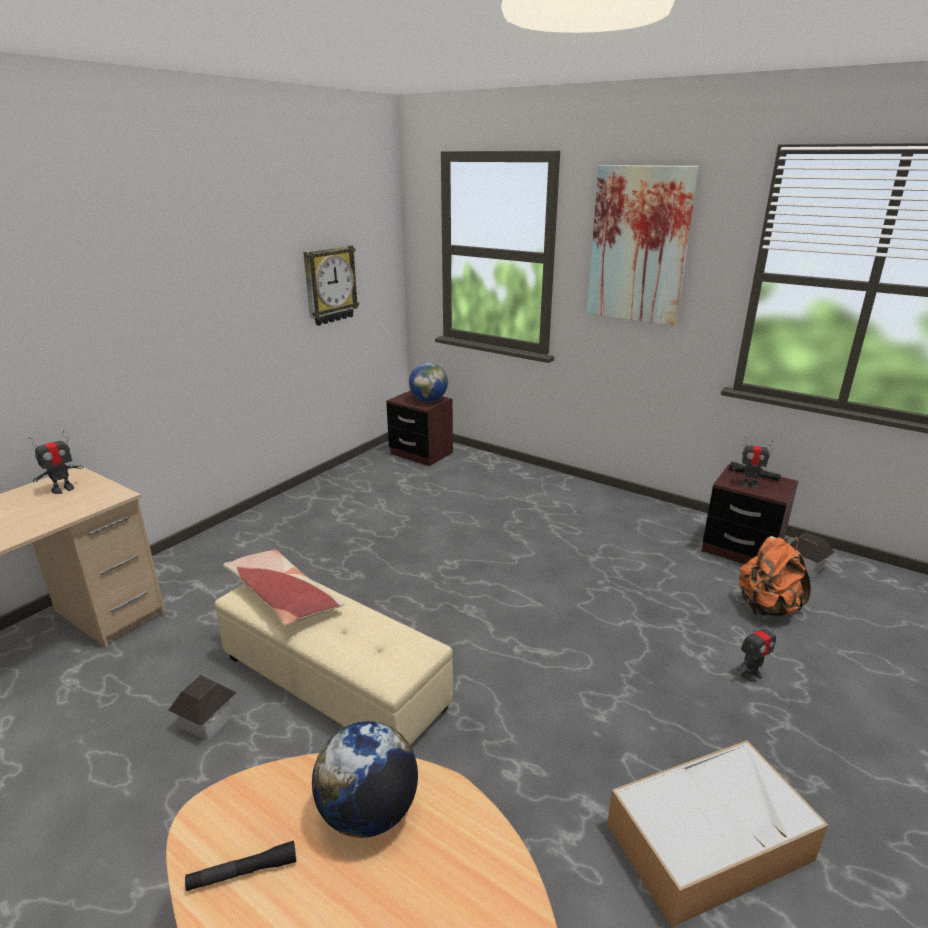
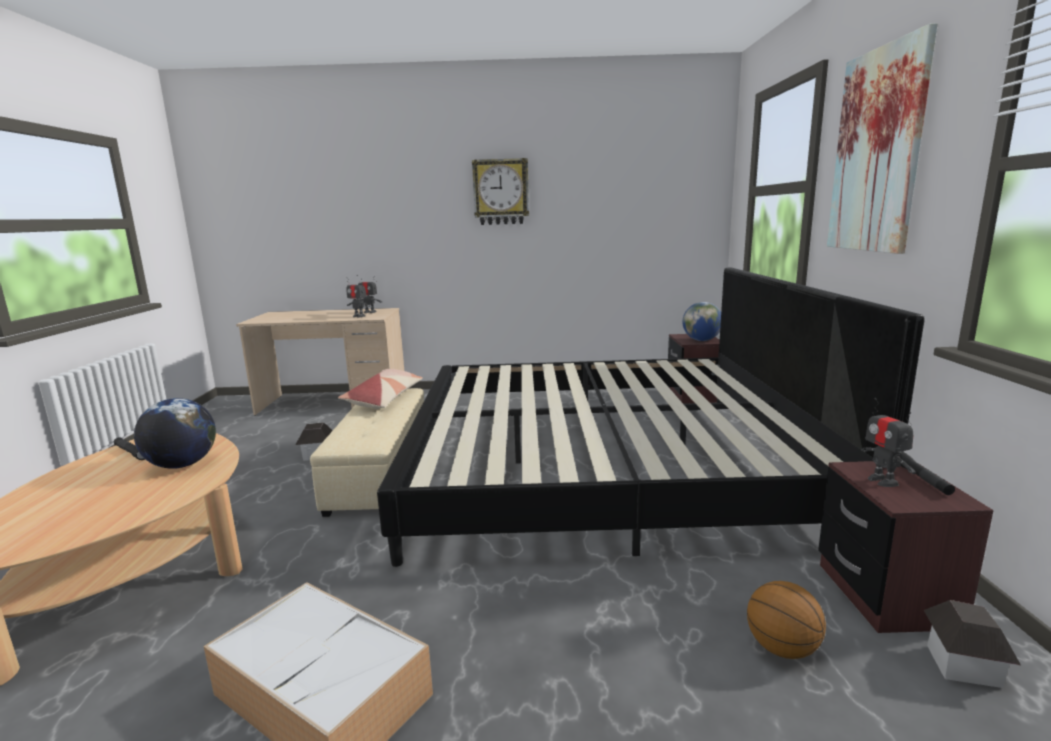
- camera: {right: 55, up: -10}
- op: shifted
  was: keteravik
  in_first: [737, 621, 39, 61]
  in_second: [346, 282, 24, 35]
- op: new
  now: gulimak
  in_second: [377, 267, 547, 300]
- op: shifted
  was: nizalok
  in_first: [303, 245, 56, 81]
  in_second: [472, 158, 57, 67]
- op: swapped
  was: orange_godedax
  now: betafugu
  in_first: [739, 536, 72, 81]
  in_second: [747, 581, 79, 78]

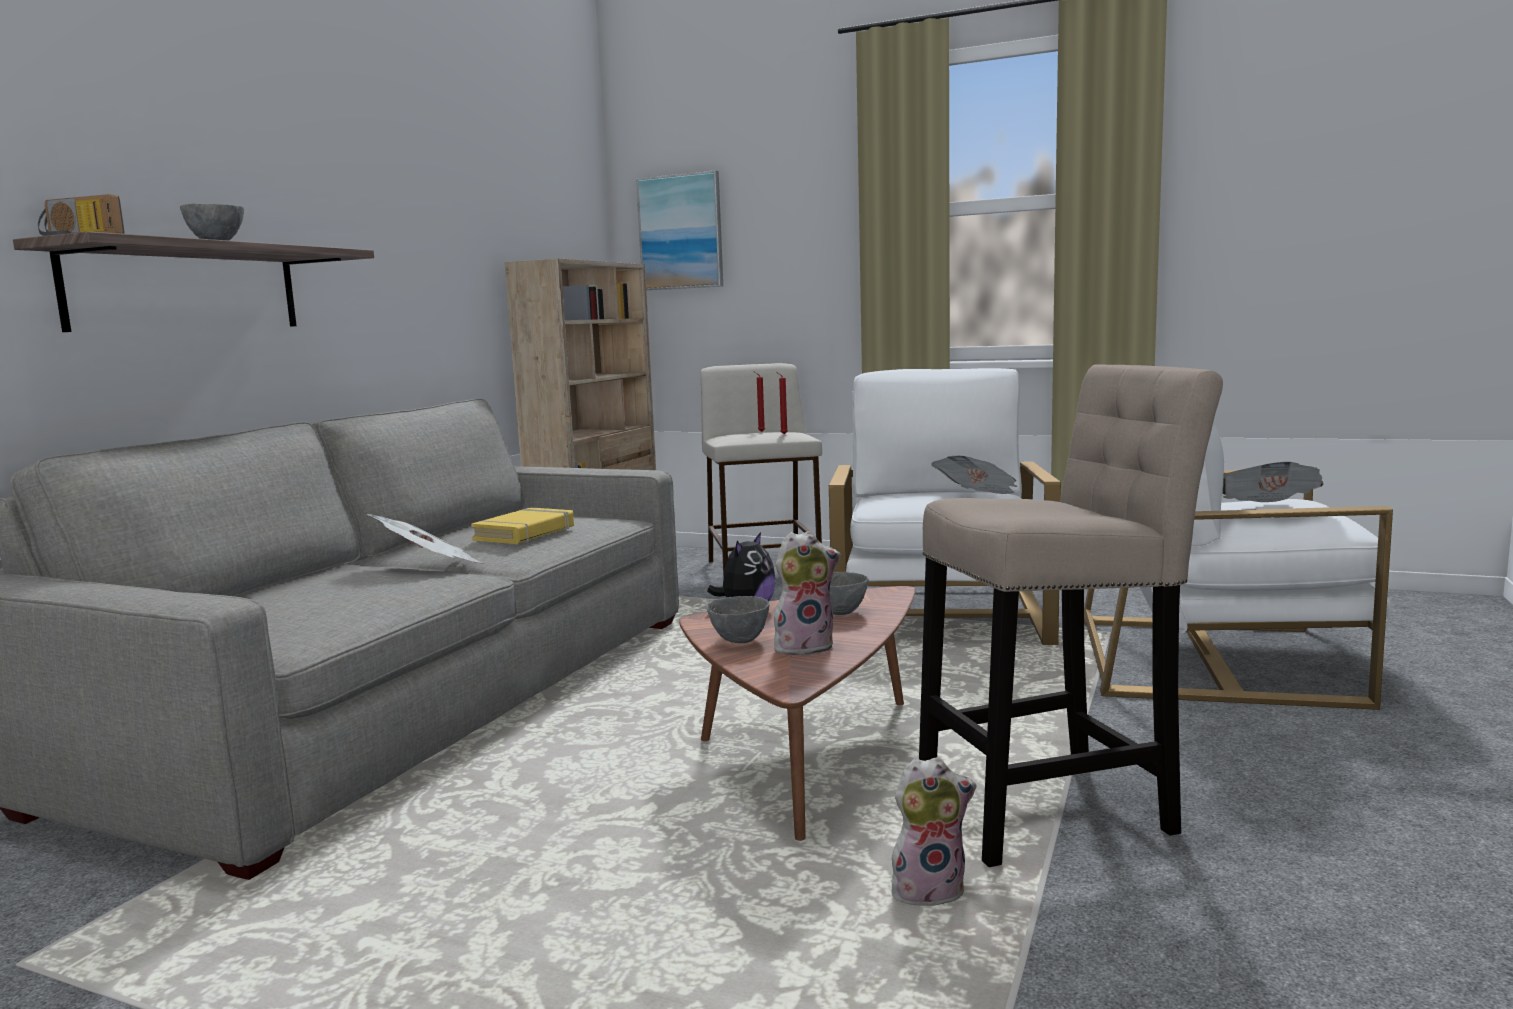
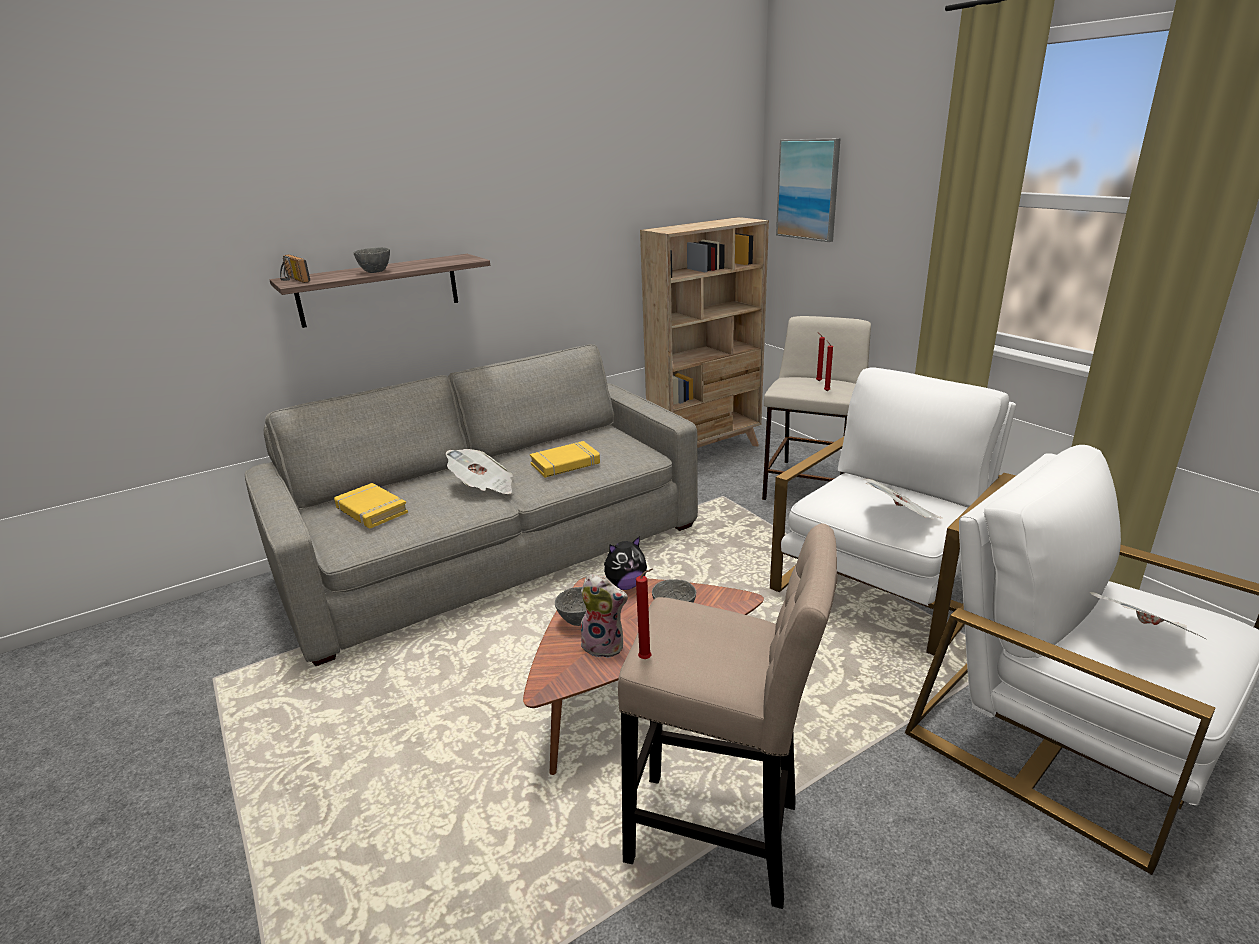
- camera: {right: 35, up: 15}
- op: new
  now: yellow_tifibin
  in_second: [334, 483, 74, 45]
- op: new
  now: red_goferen
  in_second: [636, 568, 17, 91]
- op: gone
  was: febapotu
  in_first: [892, 757, 84, 149]

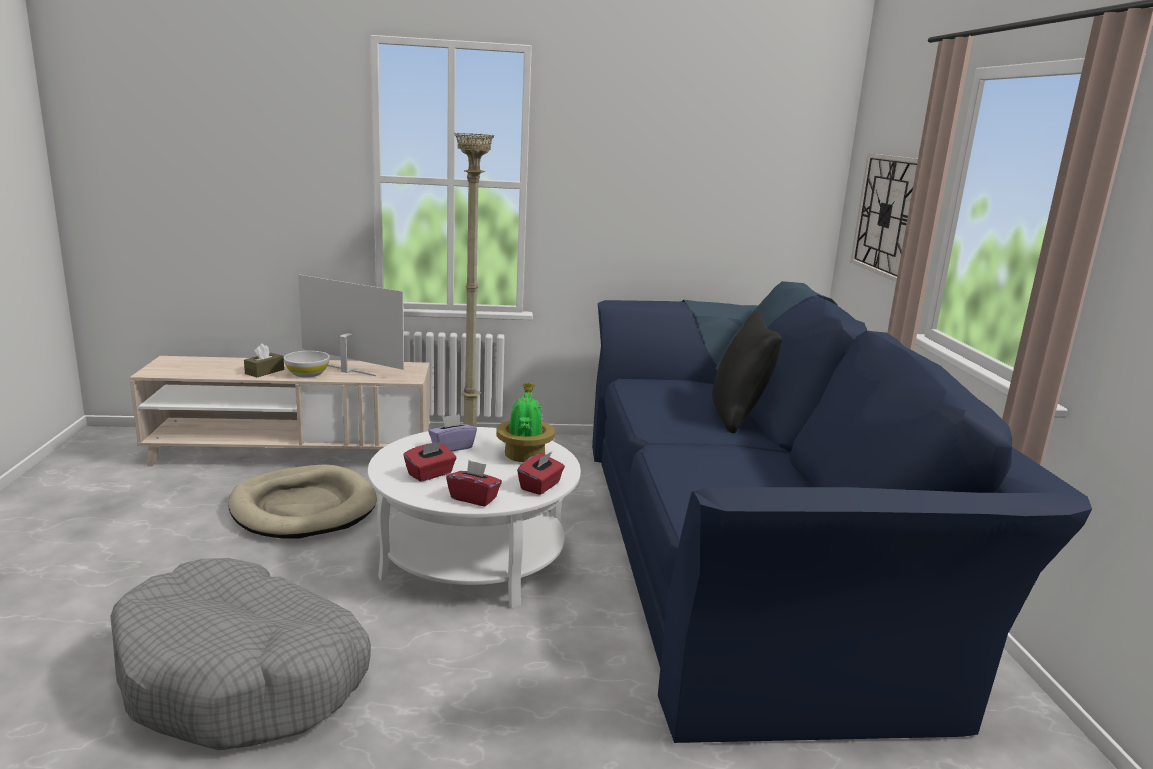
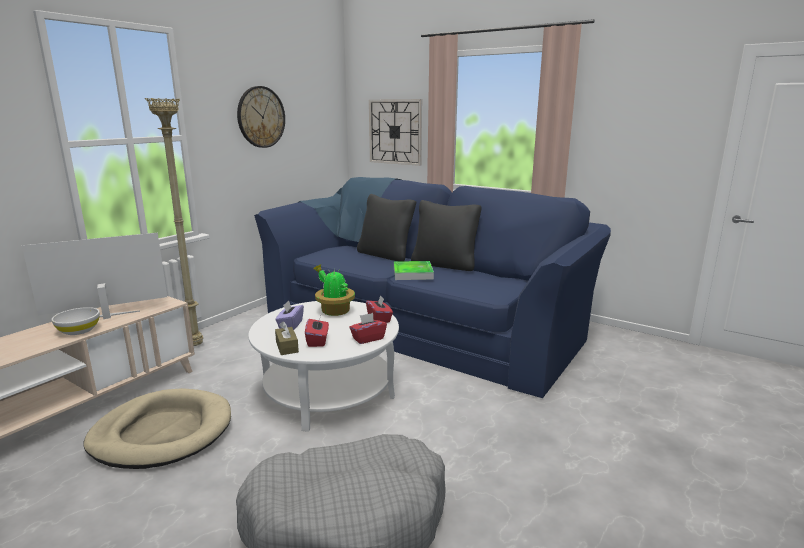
- camera: {right: -50, up: 0}
- op: new
  now: nizalok
  in_second: [237, 86, 48, 62]
- op: shifted
  was: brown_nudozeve
  in_first: [244, 343, 40, 34]
  in_second: [275, 321, 24, 34]
- op: new
  now: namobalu
  in_second: [394, 261, 40, 19]
- op: new
  now: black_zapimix
  in_second: [411, 200, 71, 71]

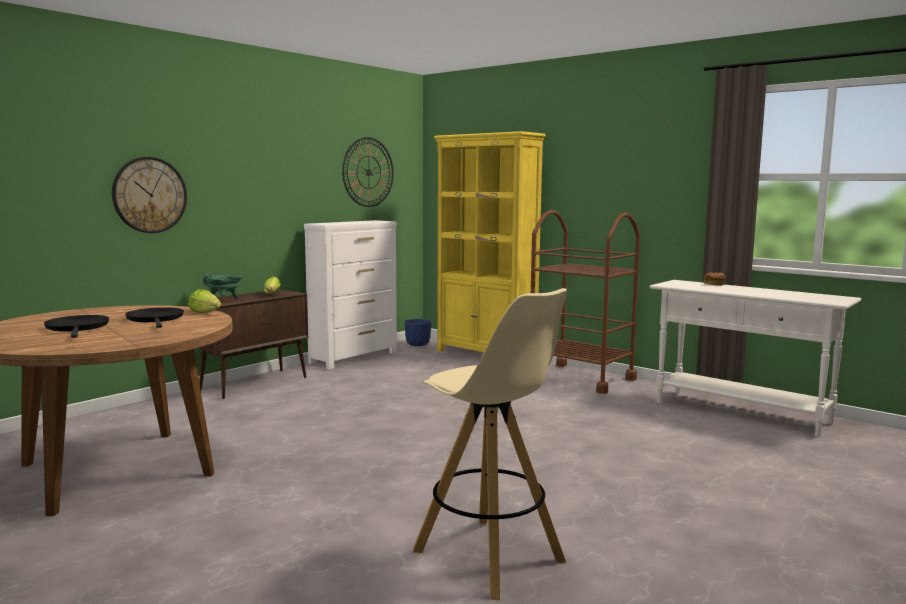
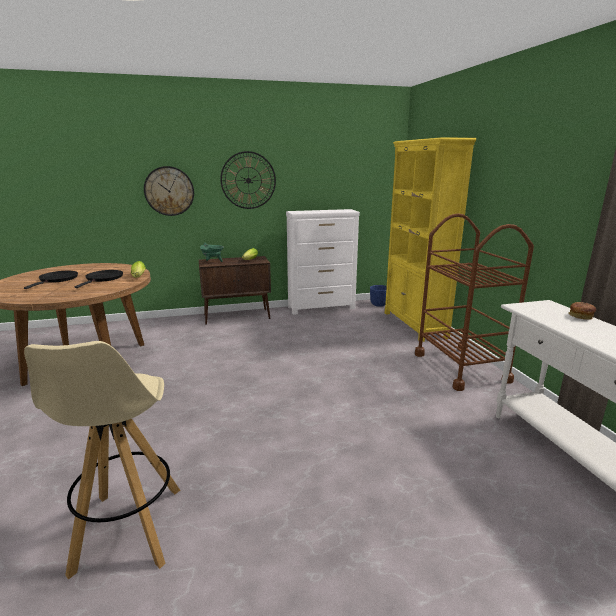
- camera: {right: 35, up: 10}
- op: shifted
  was: nizalok
  in_first: [342, 137, 52, 70]
  in_second: [220, 151, 56, 58]

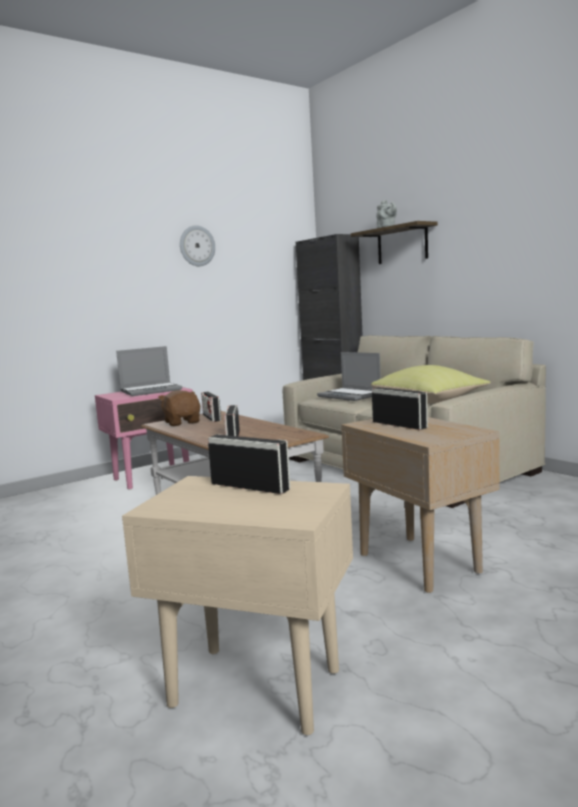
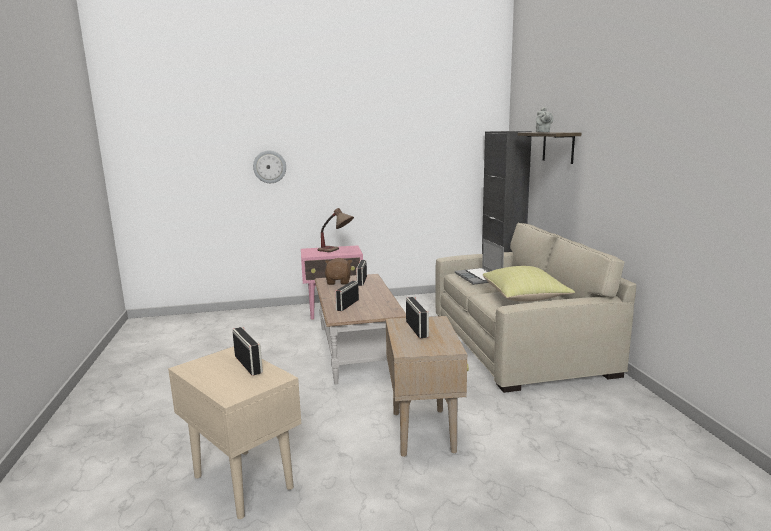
- camera: {right: 25, up: 5}
- op: shifted
  was: nizalok
  in_first: [180, 225, 35, 41]
  in_second: [253, 151, 33, 32]
- op: swapped
  was: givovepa
  now: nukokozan
  in_first: [116, 346, 66, 50]
  in_second: [318, 208, 36, 44]

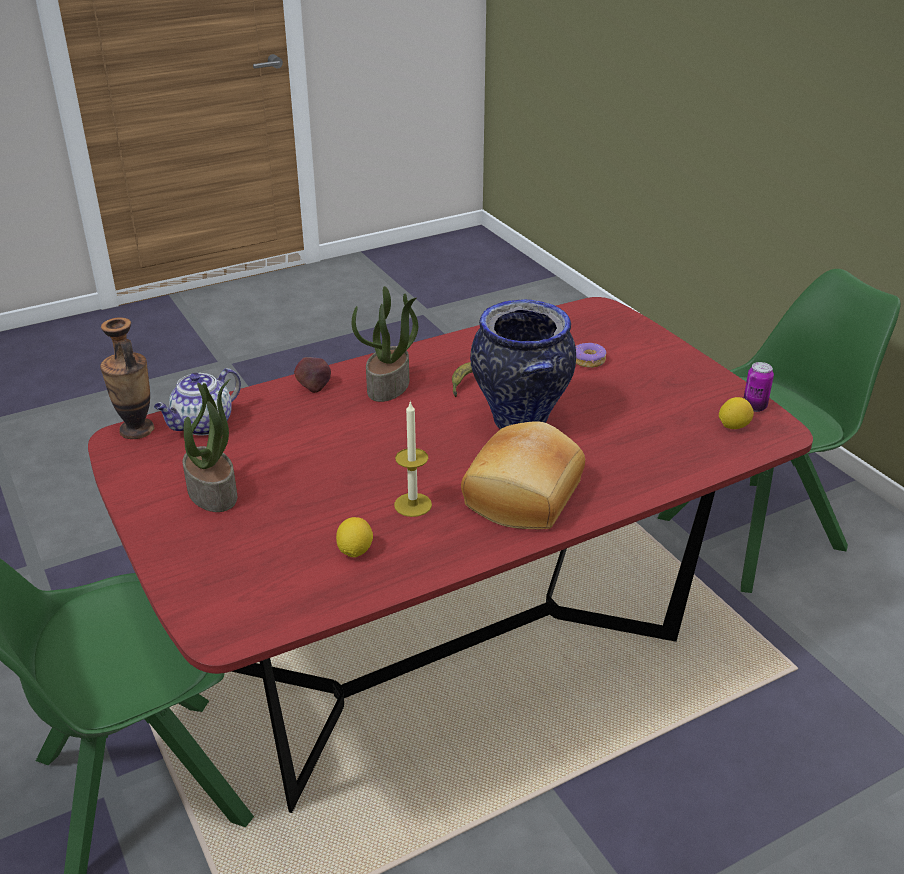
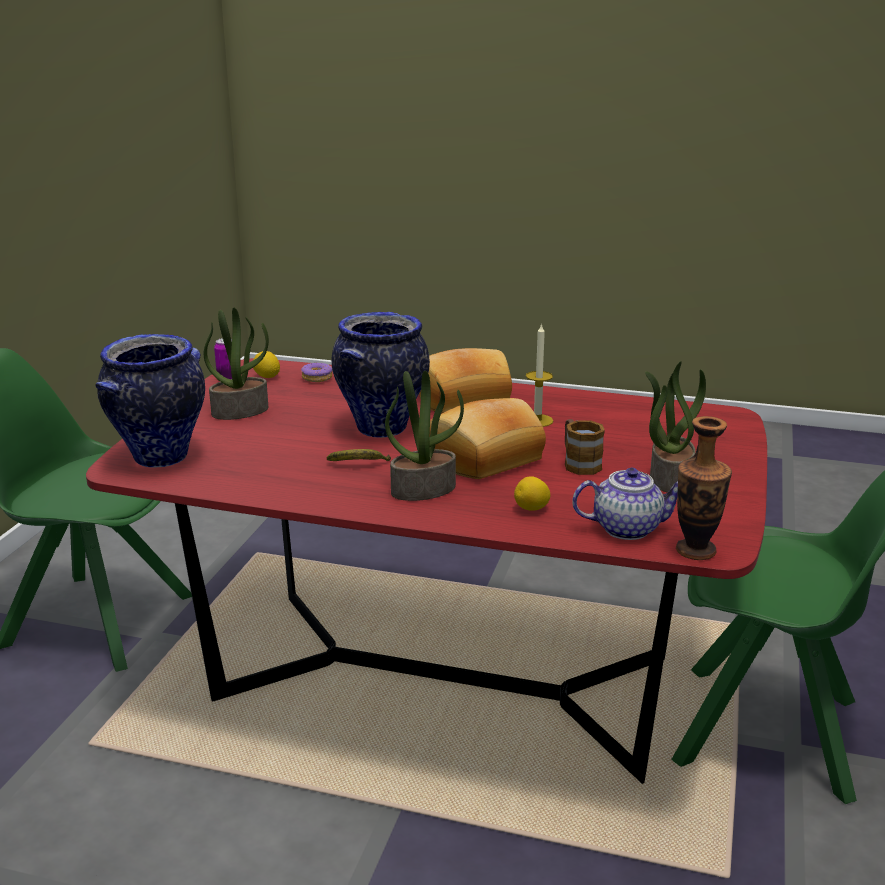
- camera: {right: -135, up: -10}
- op: new
  now: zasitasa
  in_second: [95, 334, 110, 134]
- op: new
  now: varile
  in_second: [204, 308, 65, 112]
- op: shifted
  was: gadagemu
  in_first: [575, 343, 31, 25]
  in_second: [301, 362, 31, 20]
- op: new
  now: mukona
  in_second: [430, 398, 116, 81]
- op: shifted
  was: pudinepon
  in_first: [336, 517, 37, 40]
  in_second: [514, 476, 36, 35]
- op: new
  now: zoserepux
  in_second: [565, 419, 40, 56]
- op: gone
  was: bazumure
  in_first: [294, 357, 37, 36]

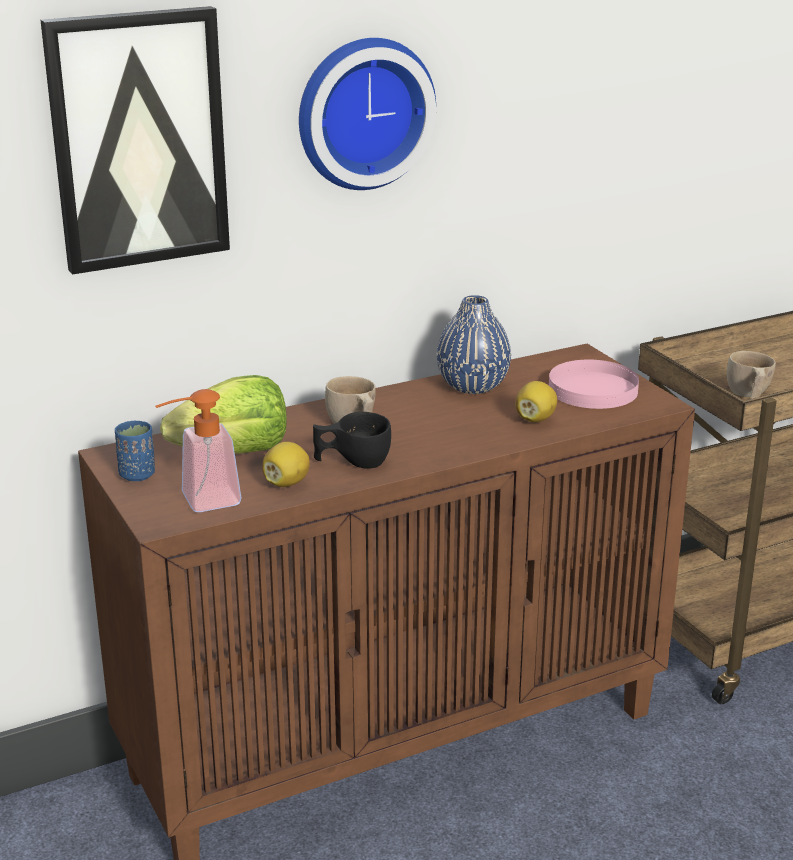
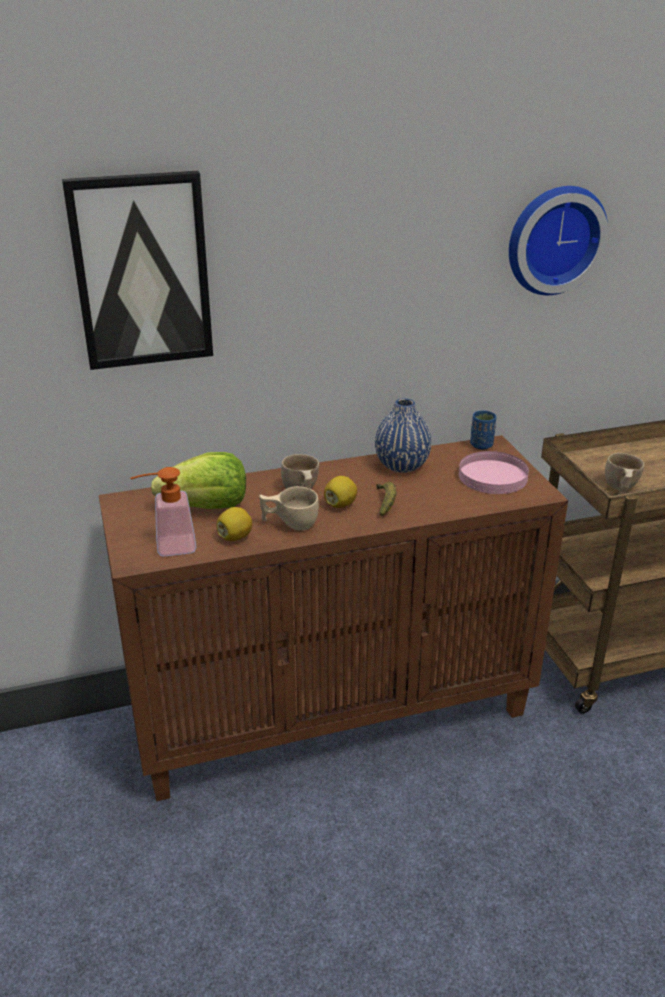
- camera: {right: 10, up: 5}
- op: repainted
  was: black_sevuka
  now: beige_sevuka
  in_first: [313, 412, 78, 57]
  in_second: [259, 486, 60, 45]
- op: shifted
  was: pudinepon
  in_first: [515, 381, 42, 41]
  in_second: [324, 476, 33, 32]
- op: new
  now: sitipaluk
  in_second: [376, 482, 20, 34]
- op: shifted
  was: blue_sevuka
  in_first: [115, 421, 40, 60]
  in_second: [470, 411, 26, 38]
- op: shifted
  was: nizalok
  in_first: [299, 38, 137, 152]
  in_second: [509, 186, 99, 109]

